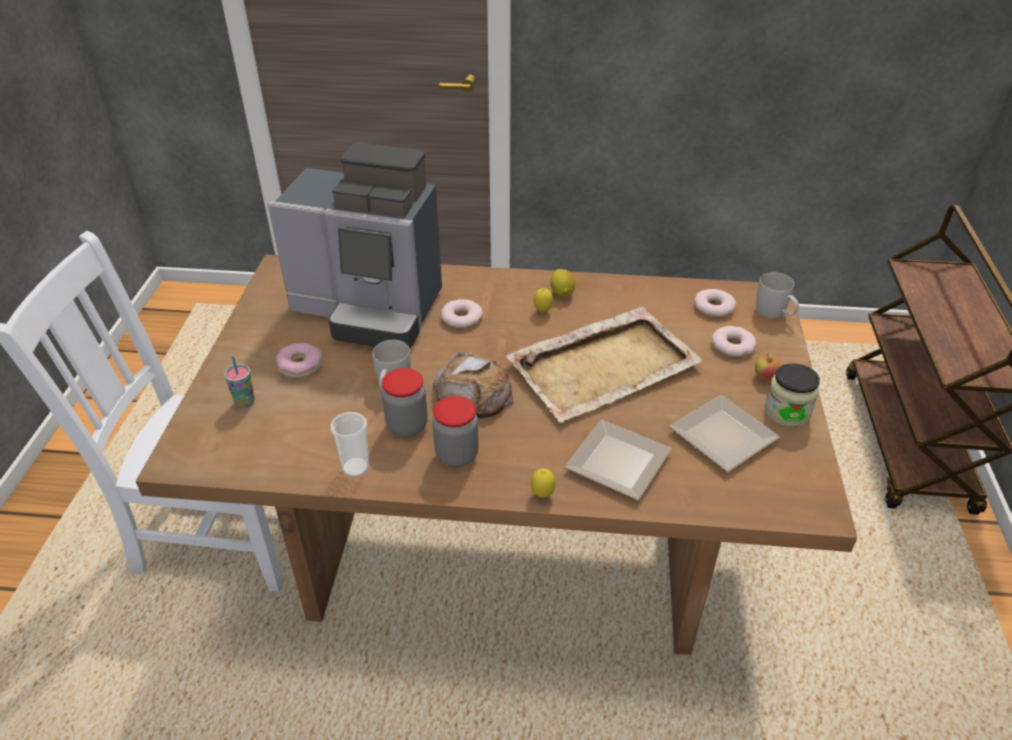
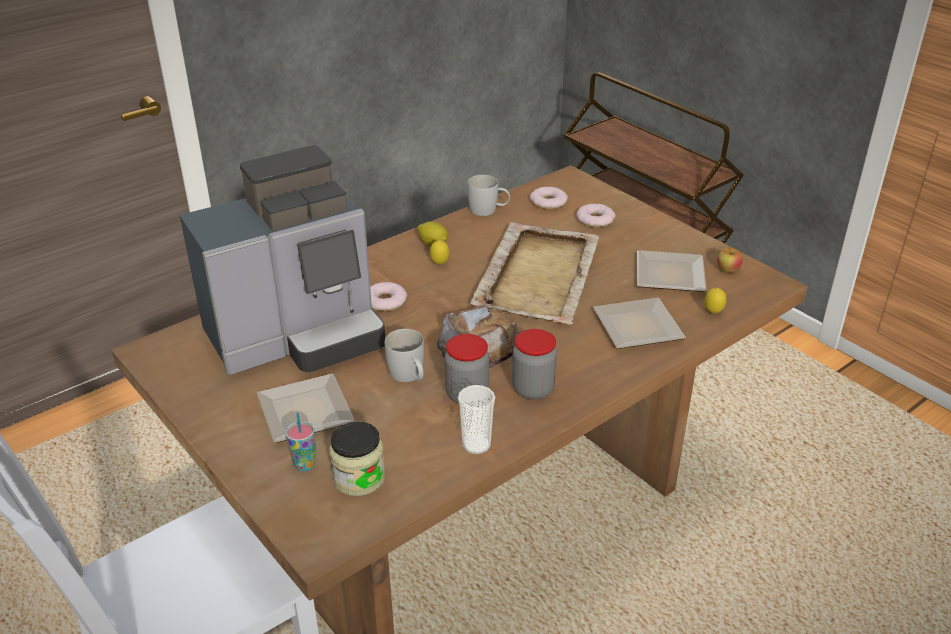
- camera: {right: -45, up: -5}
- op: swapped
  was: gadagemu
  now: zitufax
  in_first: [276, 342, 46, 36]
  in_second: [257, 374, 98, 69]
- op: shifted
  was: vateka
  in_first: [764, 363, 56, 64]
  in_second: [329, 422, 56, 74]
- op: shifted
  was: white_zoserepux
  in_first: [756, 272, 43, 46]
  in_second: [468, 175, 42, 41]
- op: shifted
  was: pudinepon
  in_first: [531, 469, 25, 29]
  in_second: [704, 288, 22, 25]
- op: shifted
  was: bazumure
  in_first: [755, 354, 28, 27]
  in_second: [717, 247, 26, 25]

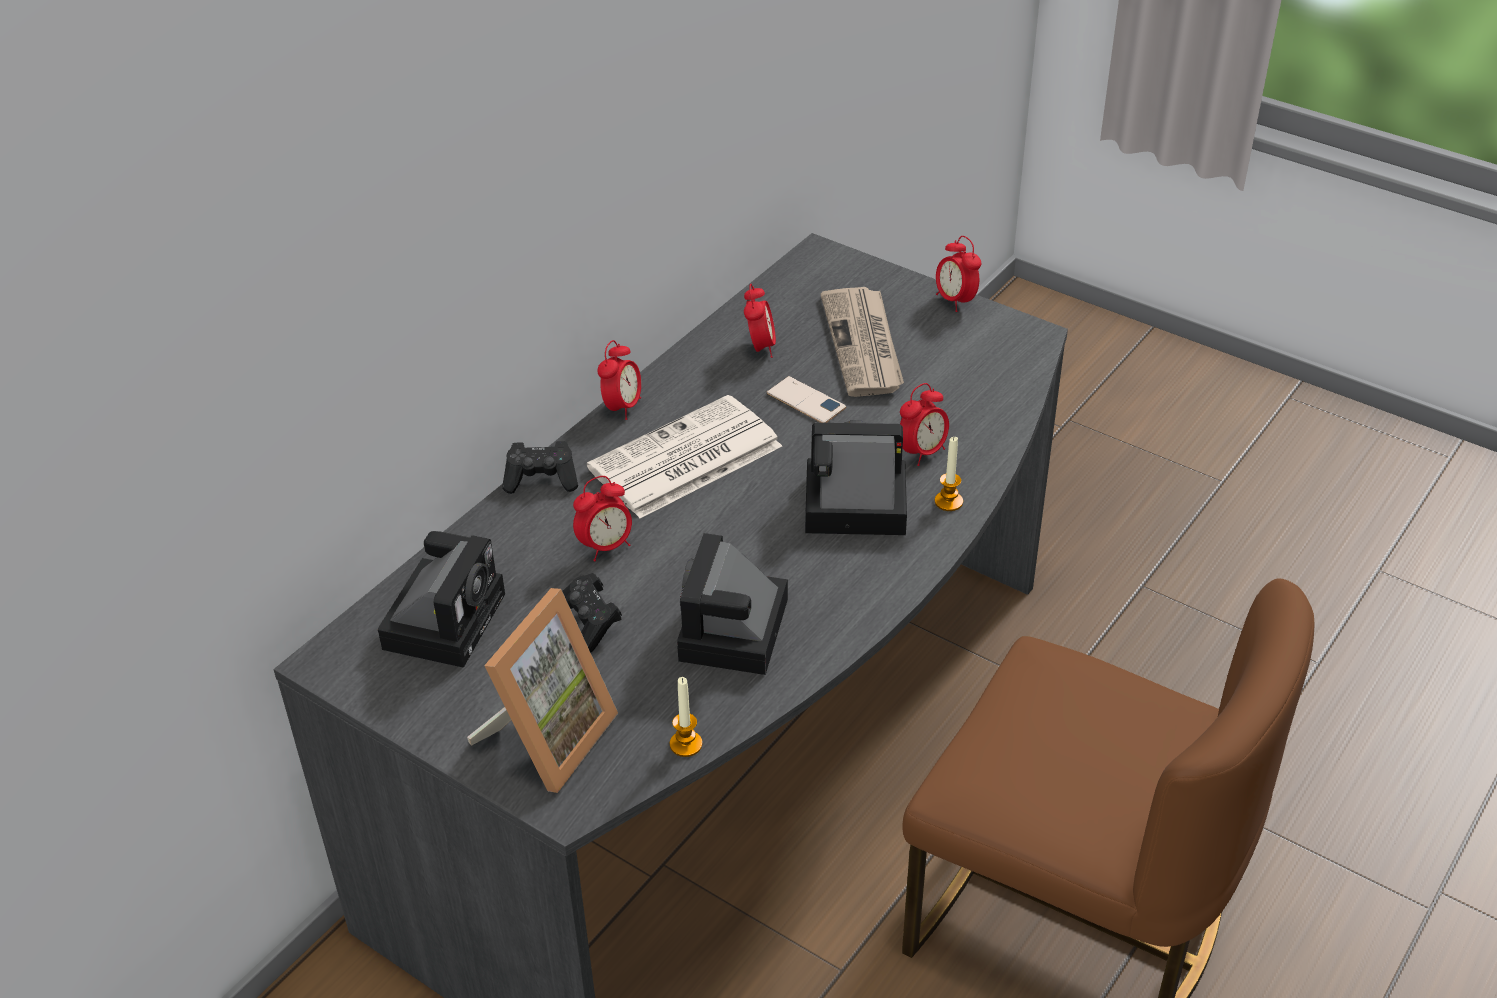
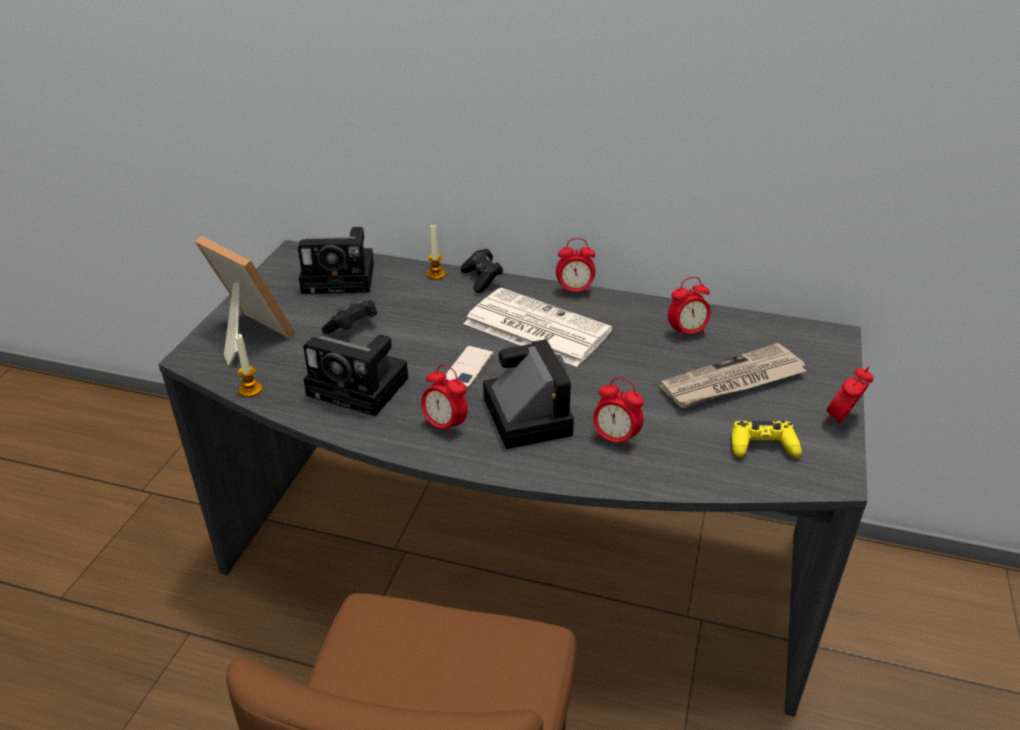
- camera: {right: 70, up: -5}
- op: rotated
  was: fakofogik
  in_first: [467, 588, 151, 205]
  in_second: [195, 236, 100, 130]
  clockwise: -150
- op: rotated
  was: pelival
  in_first: [677, 533, 111, 142]
  in_second: [303, 335, 105, 81]
  clockwise: -150
- op: shifted
  was: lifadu
  in_first: [573, 476, 59, 85]
  in_second: [421, 365, 47, 72]
- op: shifted
  was: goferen
  in_first: [935, 437, 28, 74]
  in_second: [426, 225, 20, 55]
- op: shifted
  was: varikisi
  in_first: [766, 376, 80, 47]
  in_second: [446, 346, 48, 42]
- op: new
  now: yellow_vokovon
  in_second: [732, 420, 70, 38]

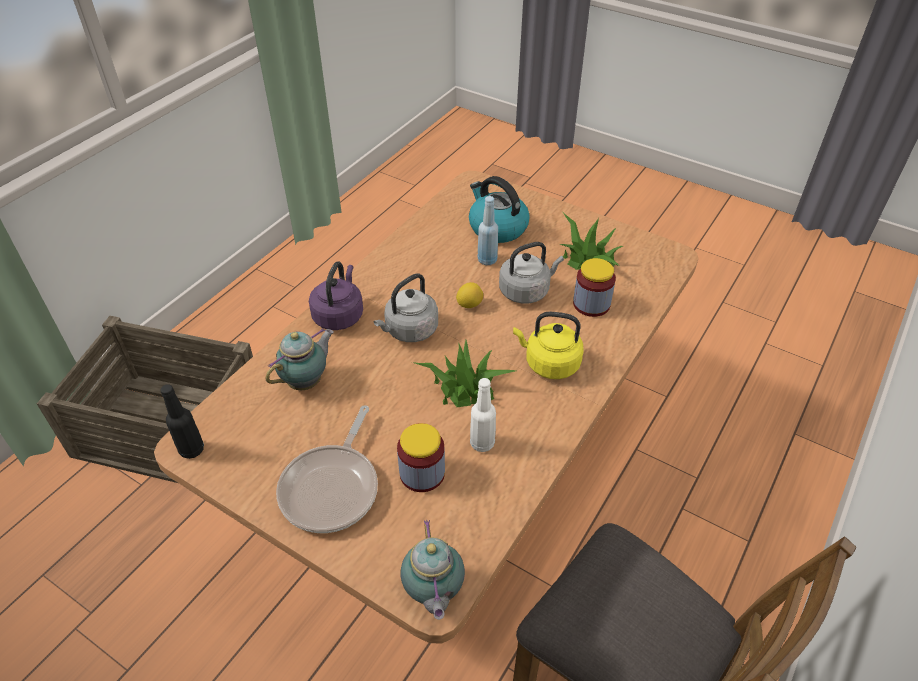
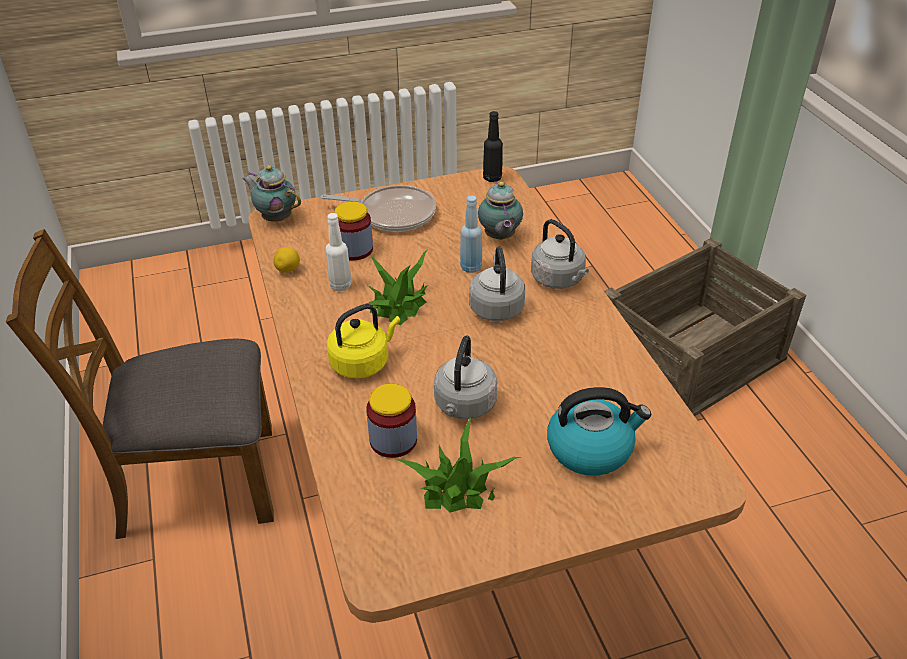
- camera: {right: 130, up: -5}
- op: shifted
  was: pudinepon
  in_first: [456, 282, 27, 26]
  in_second: [273, 247, 27, 26]
- op: rotated
  was: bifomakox
  in_first: [276, 405, 102, 128]
  in_second: [321, 185, 115, 47]
  clockwise: 135
- op: shifted
  was: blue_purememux
  in_first: [478, 196, 20, 69]
  in_second: [460, 196, 22, 77]
- op: repainted
  was: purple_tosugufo
  now: grey_tosugufo
  in_first: [309, 262, 54, 68]
  in_second: [531, 219, 58, 70]

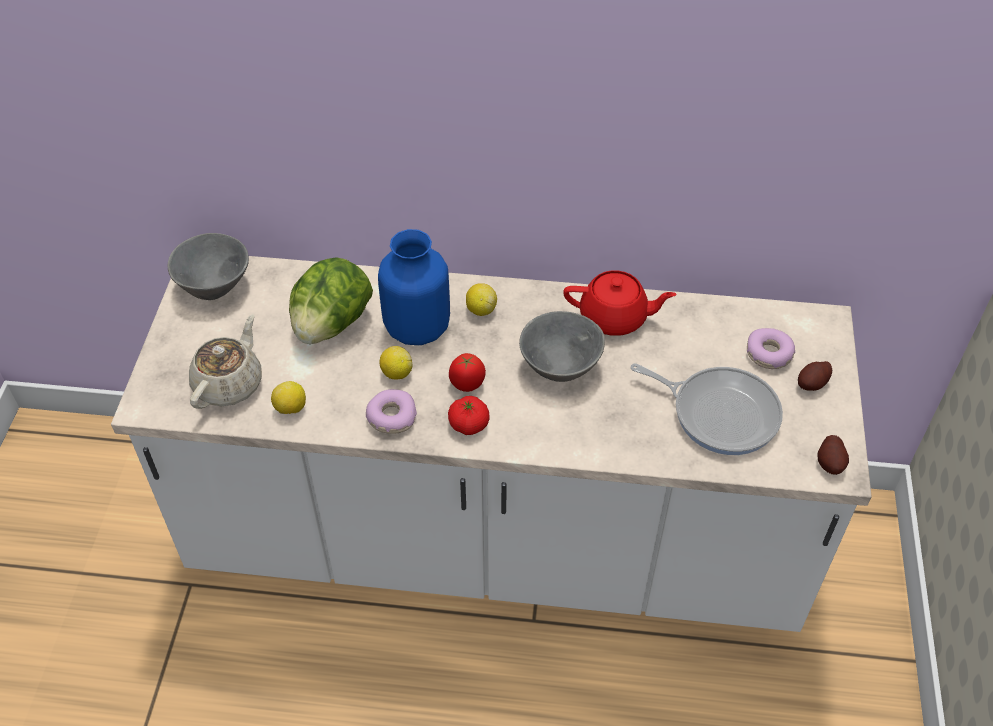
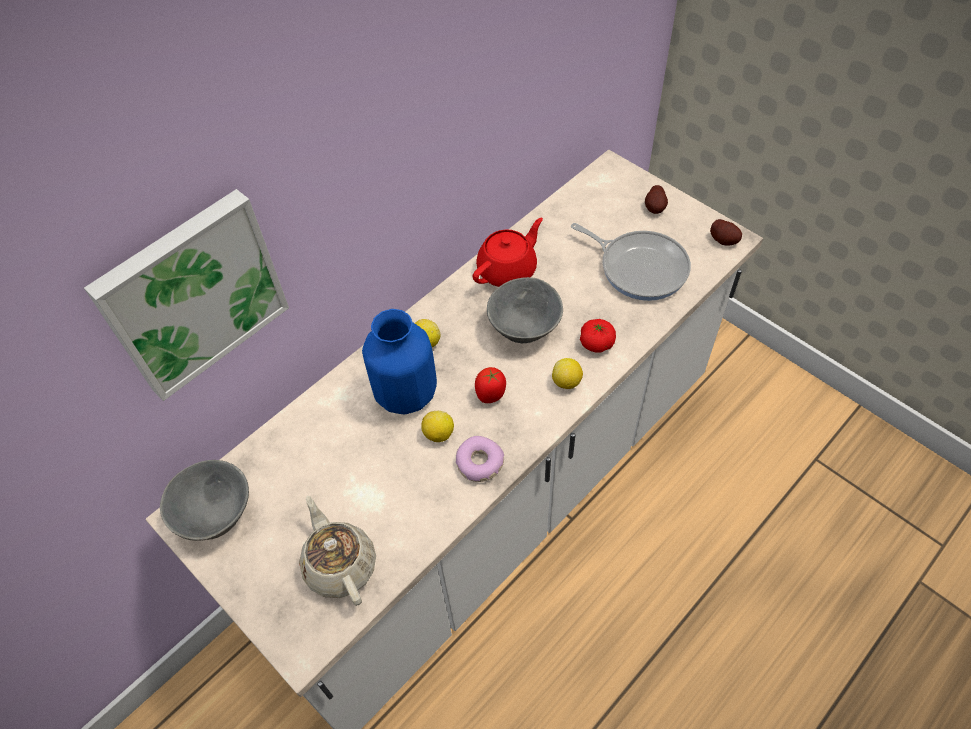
- camera: {right: -50, up: 5}
- op: new
  now: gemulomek
  in_second: [84, 189, 205, 212]
- op: shifted
  was: pudinepon
  in_first: [271, 381, 35, 33]
  in_second: [552, 358, 31, 31]
- op: rotated
  was: bifomakox
  in_first: [631, 363, 152, 92]
  in_second: [571, 223, 120, 78]
  clockwise: 60
- op: shifted
  was: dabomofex
  in_first: [448, 396, 42, 39]
  in_second: [580, 319, 36, 34]
- op: gone
  was: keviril
  in_first: [289, 257, 84, 87]
- op: gone
  was: gadagemu
  in_first: [747, 328, 49, 41]

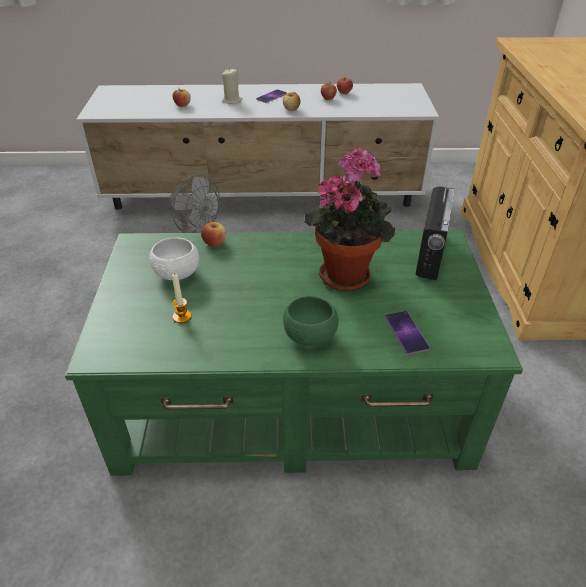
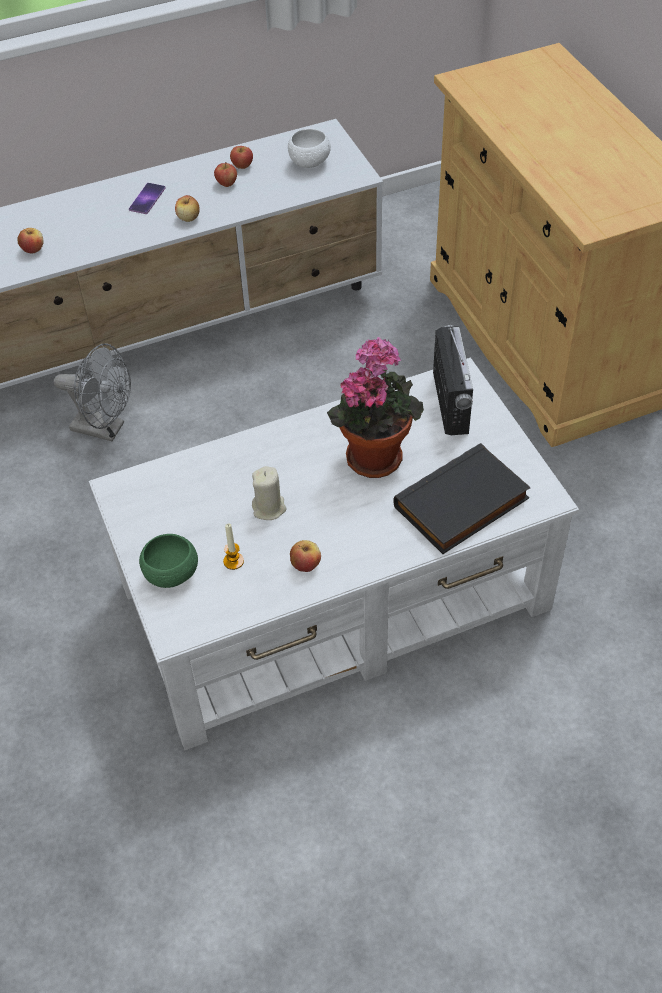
- camera: {right: -20, up: 10}
- op: repainted
  was: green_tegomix
  now: white_tegomix
  in_first: [65, 230, 458, 246]
  in_second: [89, 357, 490, 393]
- op: shifted
  was: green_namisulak
  in_first: [283, 296, 56, 50]
  in_second: [139, 534, 59, 54]
- op: shifted
  was: beige_goferen
  in_first: [222, 69, 20, 35]
  in_second: [252, 466, 34, 54]
- op: shifted
  was: white_namisulak
  in_first: [149, 237, 50, 43]
  in_second: [288, 128, 43, 40]
- op: shifted
  was: bazumure
  in_first: [201, 222, 25, 25]
  in_second: [290, 540, 31, 32]
- op: swapped
  was: varikisi
  now: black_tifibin
  in_first: [385, 311, 45, 44]
  in_second: [393, 443, 138, 111]

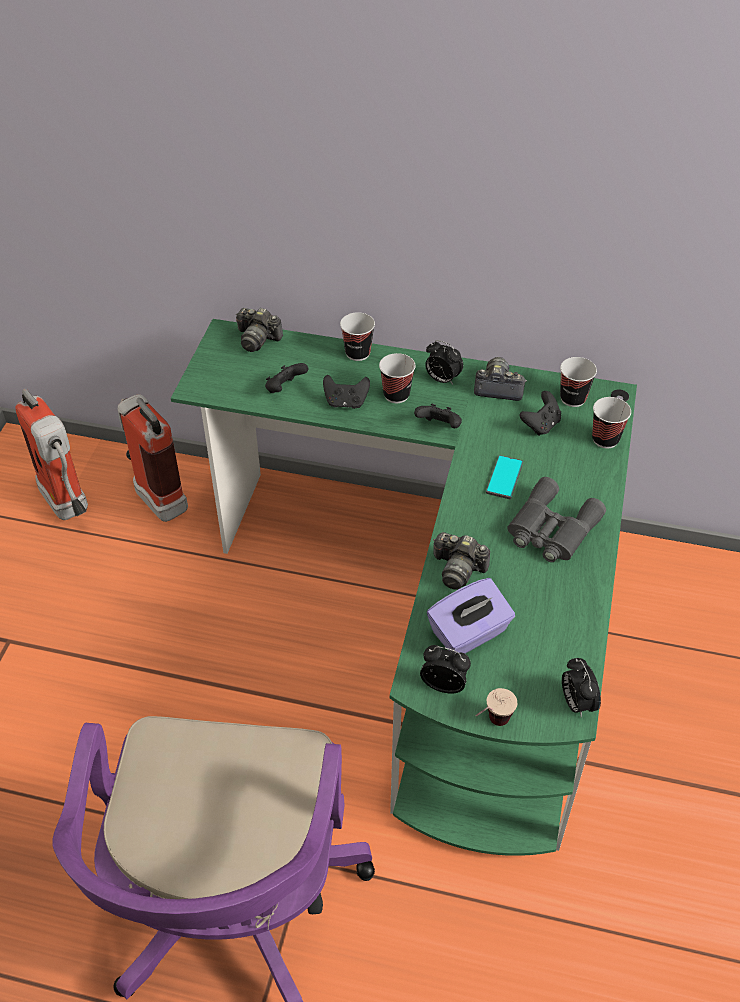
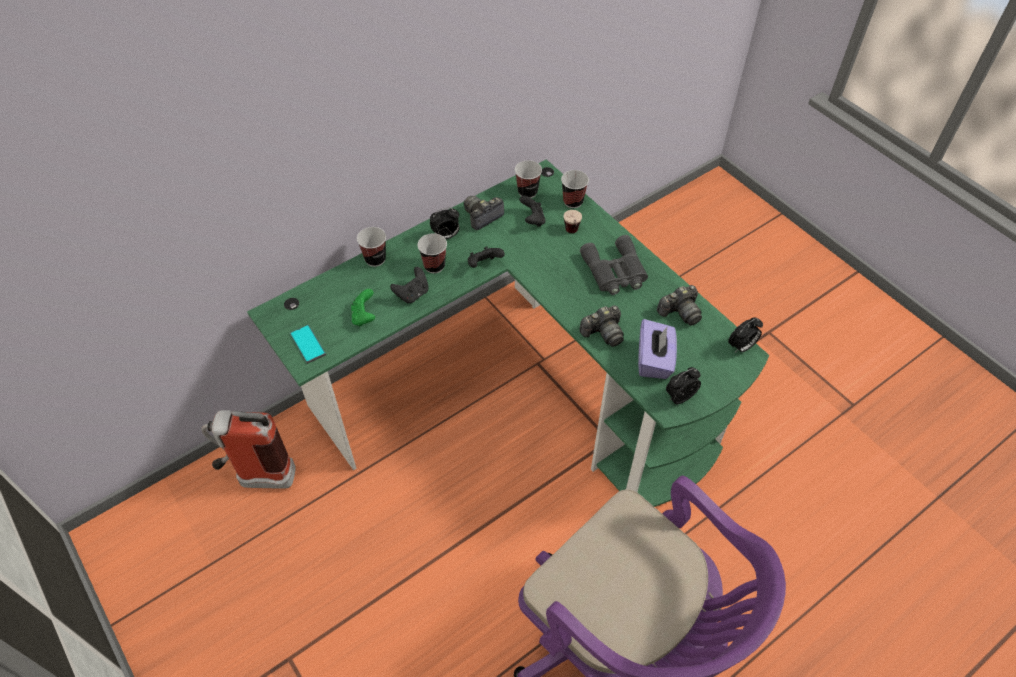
- camera: {right: -50, up: 5}
- op: shifted
  was: varikisi
  in_first: [486, 455, 37, 44]
  in_second: [290, 325, 36, 39]
- op: repainted
  was: black_vokovon
  now: green_vokovon
  in_first: [265, 363, 43, 30]
  in_second: [351, 289, 24, 37]
- op: shifted
  was: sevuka
  in_first: [475, 688, 42, 38]
  in_second: [563, 210, 19, 23]
- op: shifted
  was: pelival
  in_first: [236, 308, 47, 44]
  in_second: [657, 285, 45, 41]
- op: rotated
  was: lifadu
  in_first: [562, 658, 39, 60]
  in_second: [728, 317, 35, 36]
  clockwise: -60
- op: gone
  was: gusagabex
  in_first: [15, 389, 73, 131]

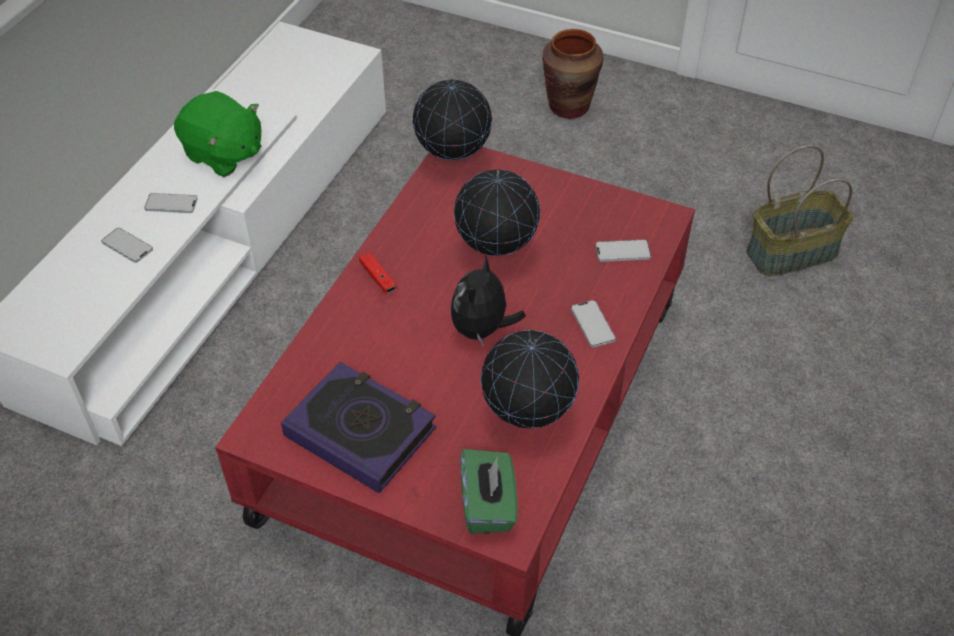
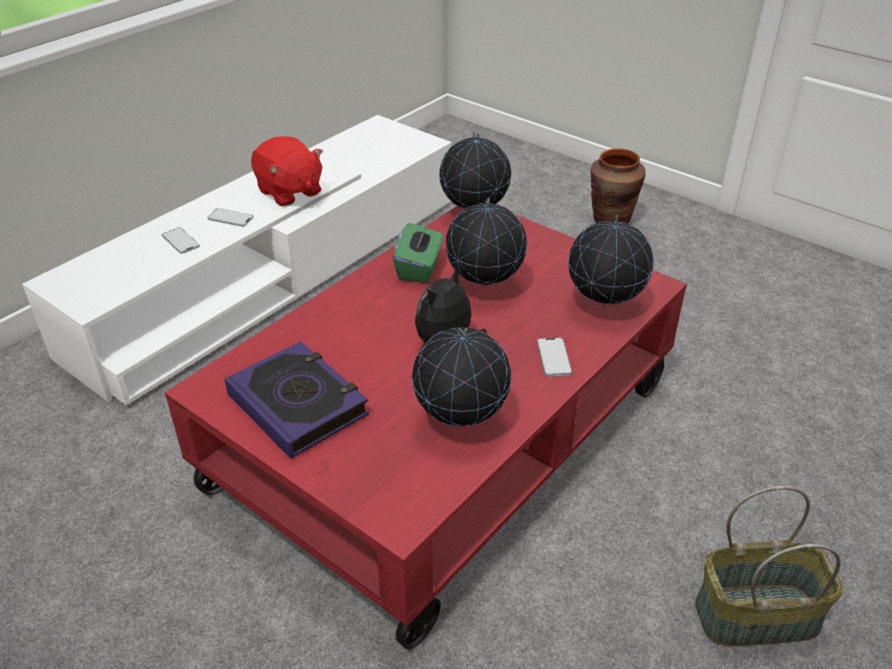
- camera: {right: 15, up: -10}
- op: repainted
  was: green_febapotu
  now: red_febapotu
  in_first: [174, 91, 88, 86]
  in_second: [251, 136, 72, 70]
- op: shifted
  was: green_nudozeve
  in_first: [460, 449, 58, 85]
  in_second: [393, 222, 51, 61]
- op: swapped
  was: varikisi
  now: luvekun
  in_first: [595, 239, 56, 23]
  in_second: [568, 215, 86, 92]
- op: shifted
  was: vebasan
  in_first: [747, 145, 106, 131]
  in_second: [695, 486, 149, 160]
- op: gone
  was: red_vokovon
  in_first: [359, 252, 38, 42]

